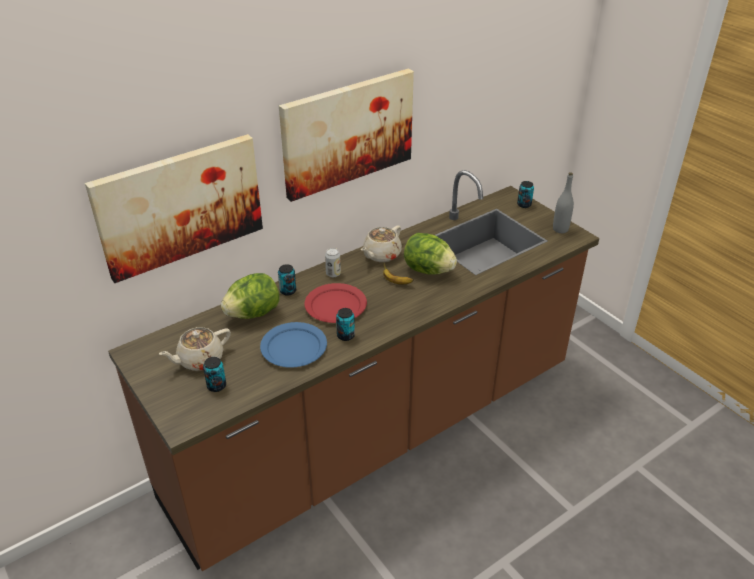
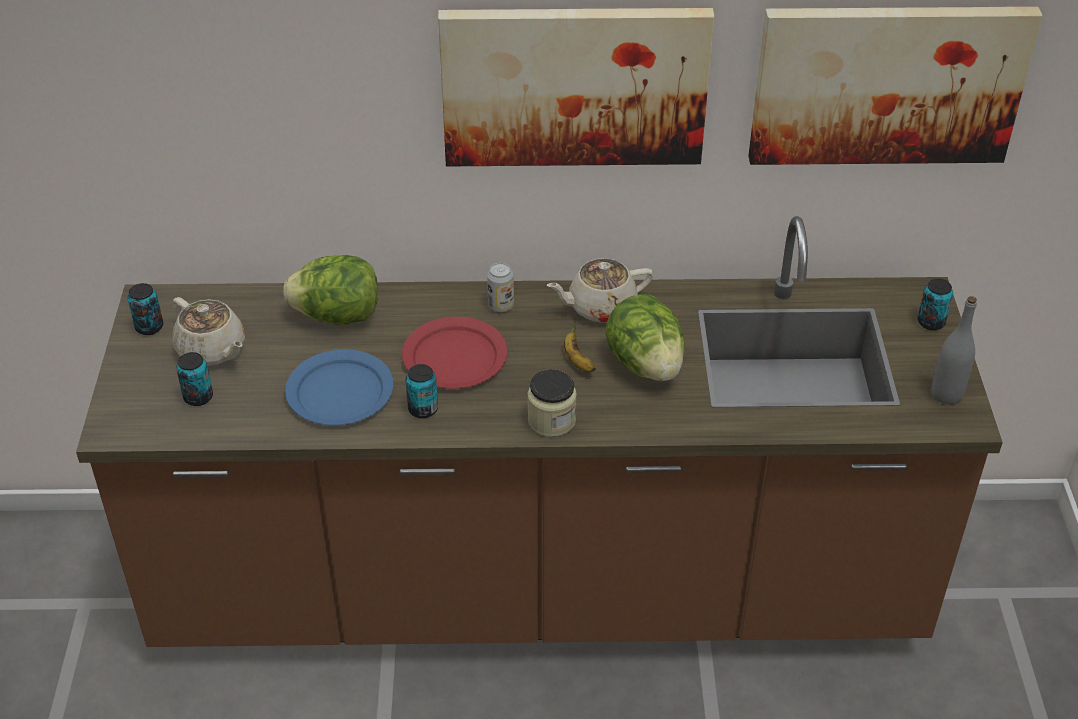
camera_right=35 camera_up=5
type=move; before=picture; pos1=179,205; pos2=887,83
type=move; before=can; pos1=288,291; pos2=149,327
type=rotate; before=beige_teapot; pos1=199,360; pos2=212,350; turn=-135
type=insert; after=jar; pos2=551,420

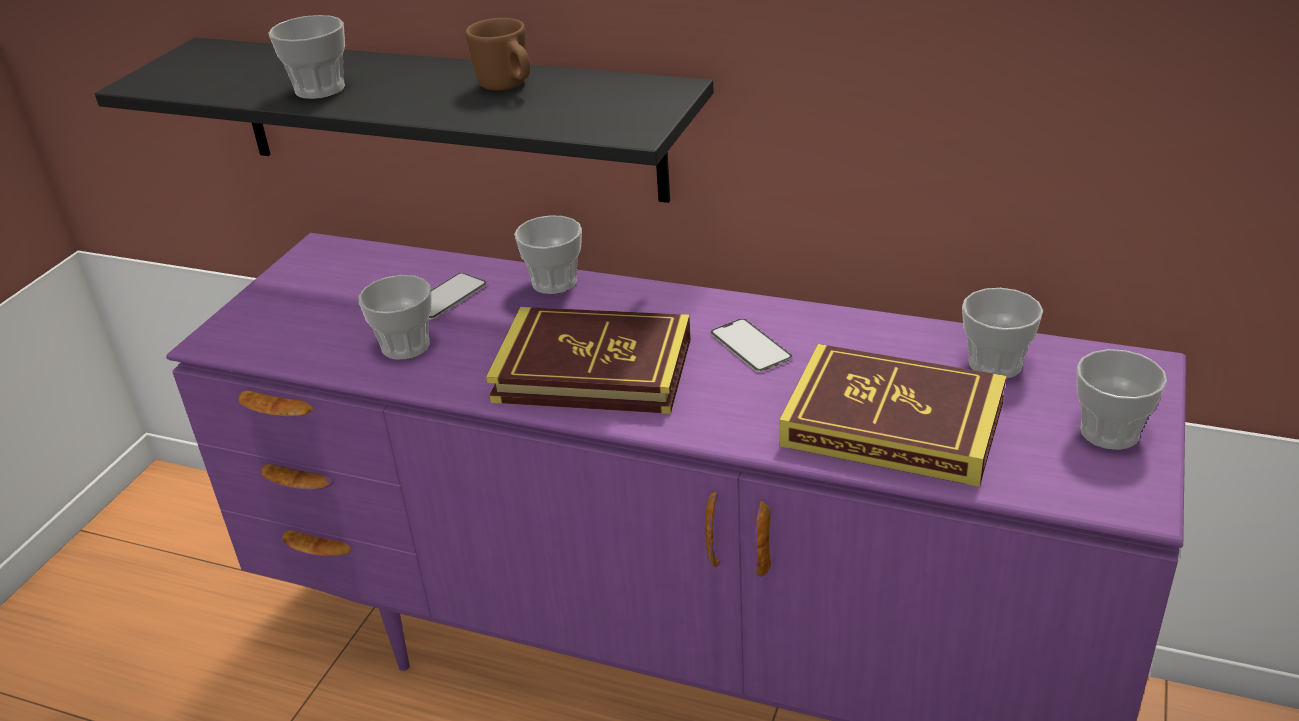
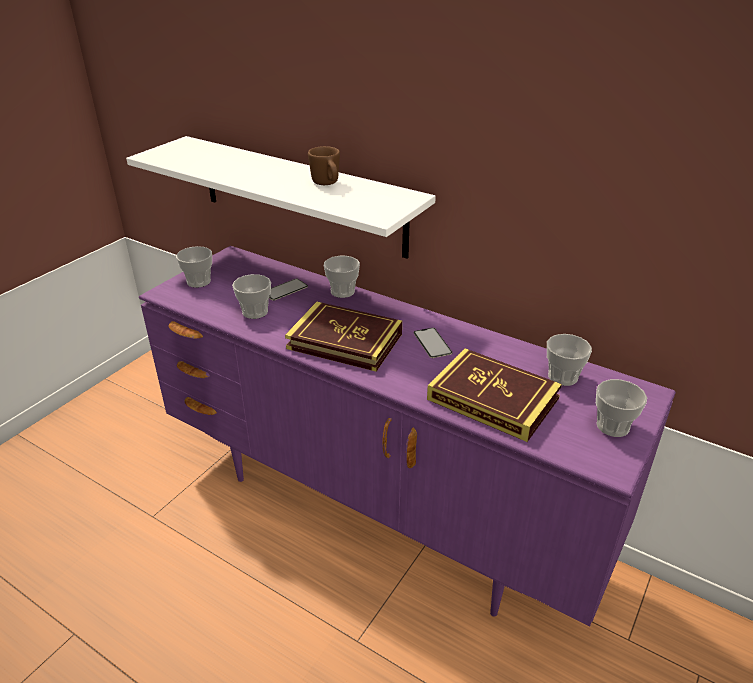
camera_right=10 camera_up=0
type=move; before=cup; pos1=320,89; pos2=198,281
type=recolor; before=black_shelf; after=white_shelf; pos1=444,117; pos2=300,195

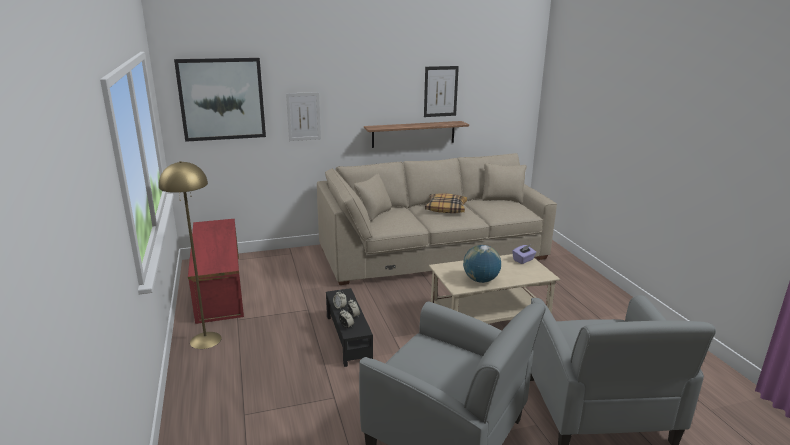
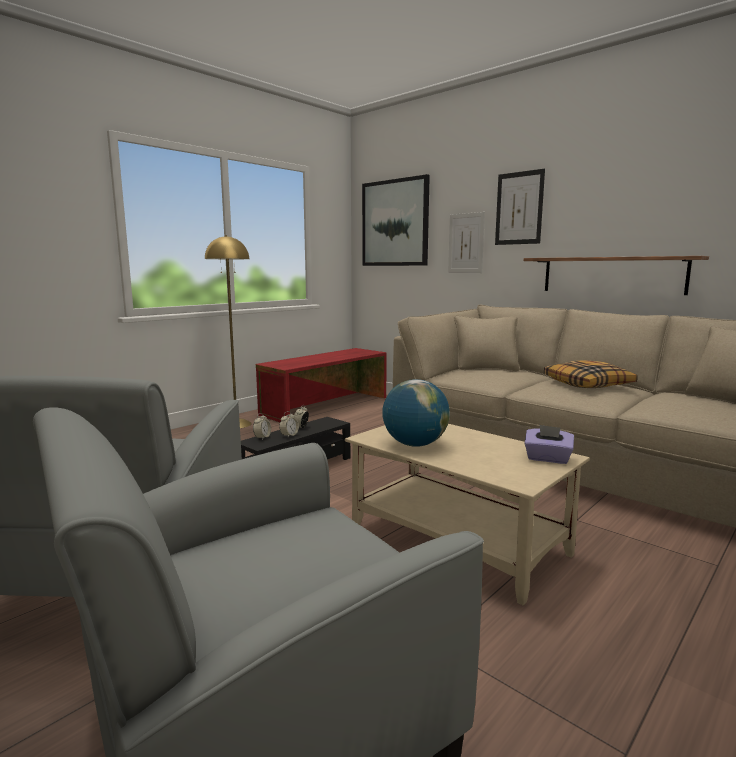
camera_right=60 camera_up=-10
type=move; before=picture; pos1=440,91; pos2=519,208

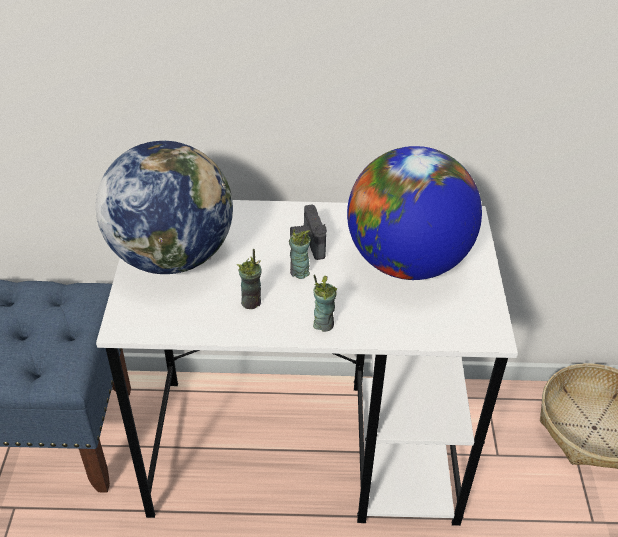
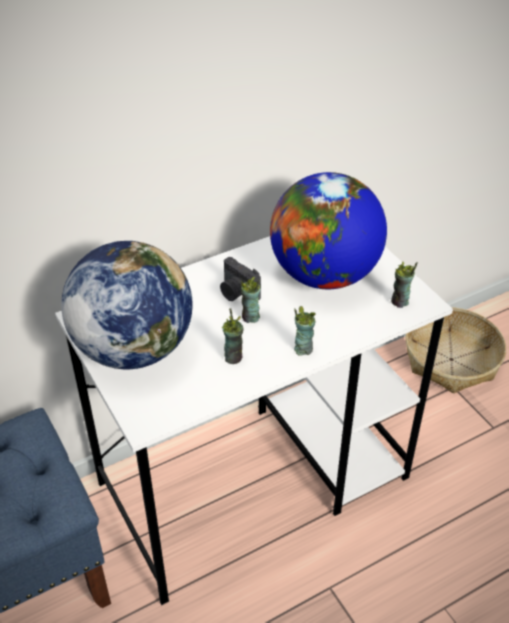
camera_right=-30 camera_up=0
type=insert; after=cup; pos2=400,302

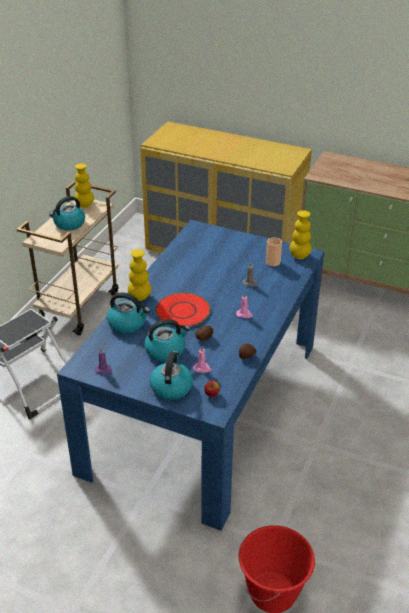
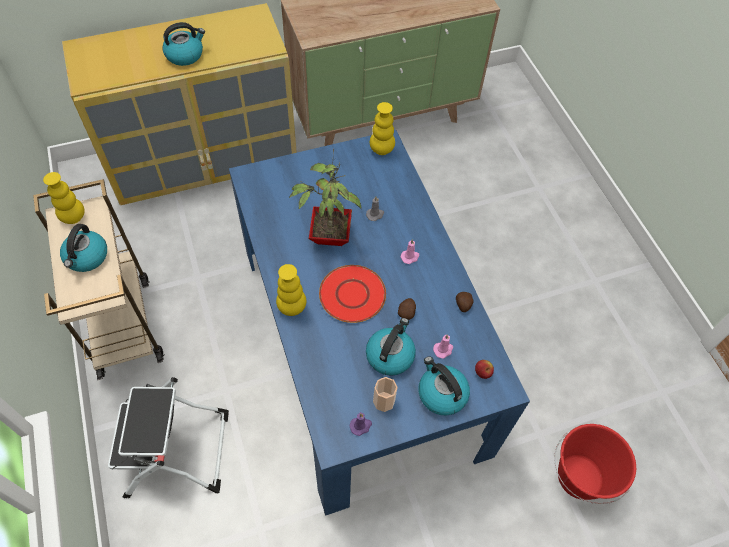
camera_right=-45 camera_up=20
type=move; before=cup; pos1=273,262; pos2=384,401
type=move; before=kettle; pos1=128,323; pos2=185,55
type=insert; after=potted_plant; pos2=328,236

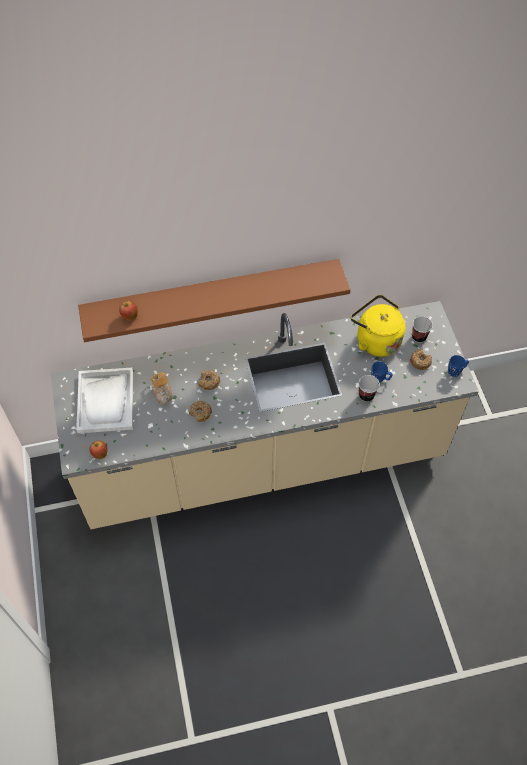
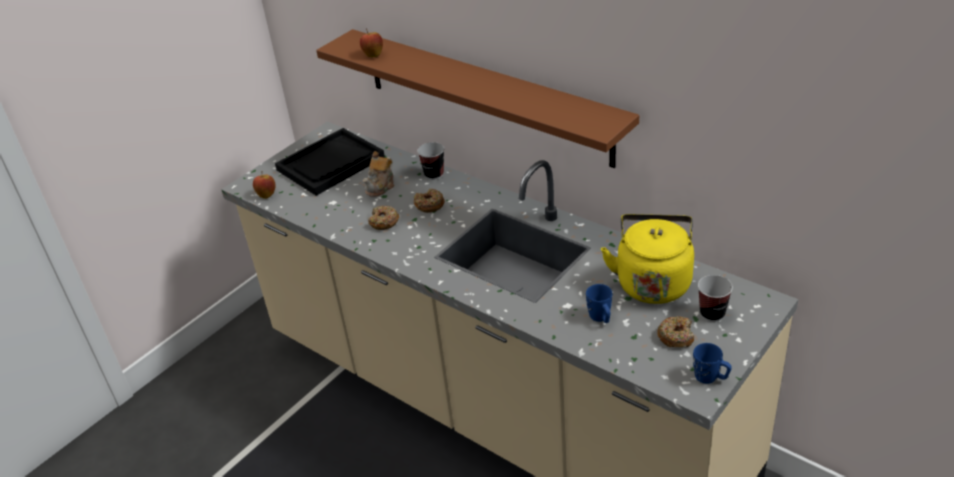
camera_right=55 camera_up=-20
type=recolor; before=white_tray; after=black_tray; pos1=106,401; pos2=330,164
type=move; before=cup; pos1=366,395; pos2=434,174

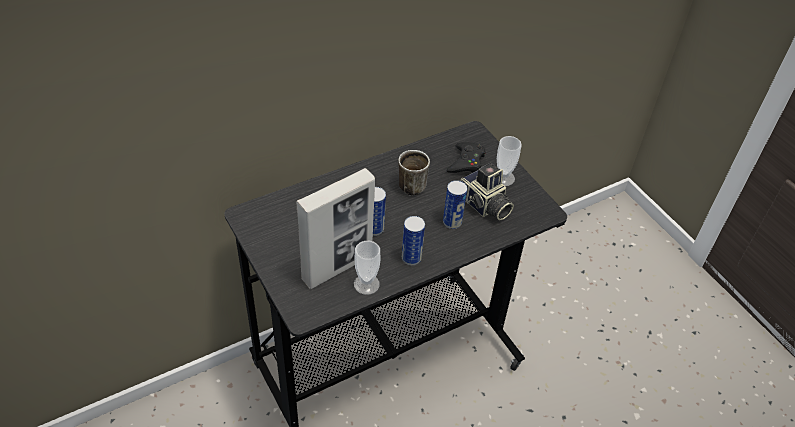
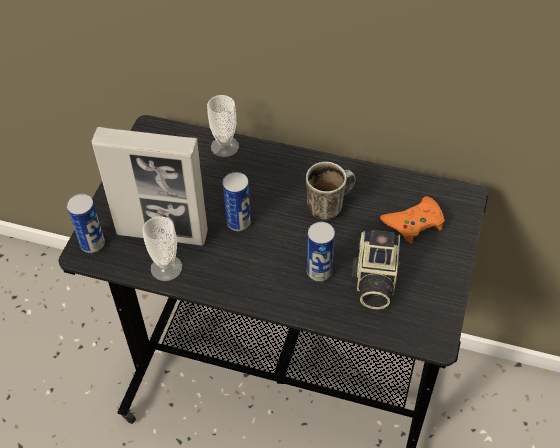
camera_right=50 camera_up=5
type=move; before=cup; pos1=503,178; pos2=224,146
type=recolor; before=black_game_controller; after=orange_game_controller; pos1=466,162; pos2=414,223
type=move; before=can; pos1=411,258; pos2=92,244

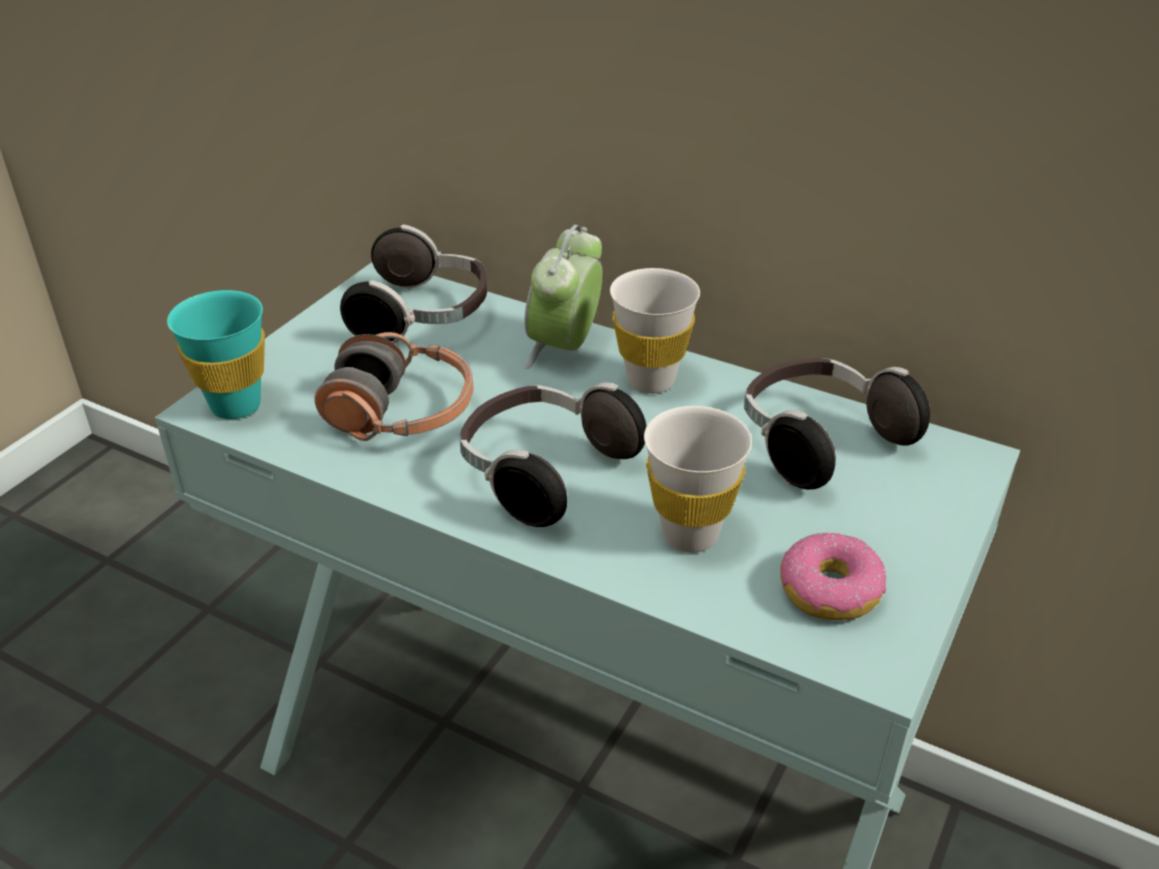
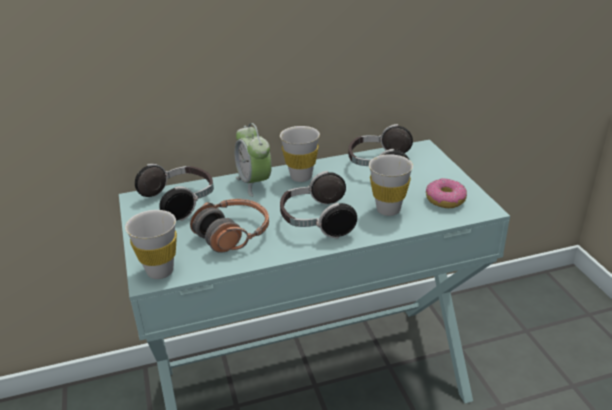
camera_right=-45 camera_up=-5
type=recolor; before=turquoise_cup; after=white_cup; pos1=236,406; pos2=160,271

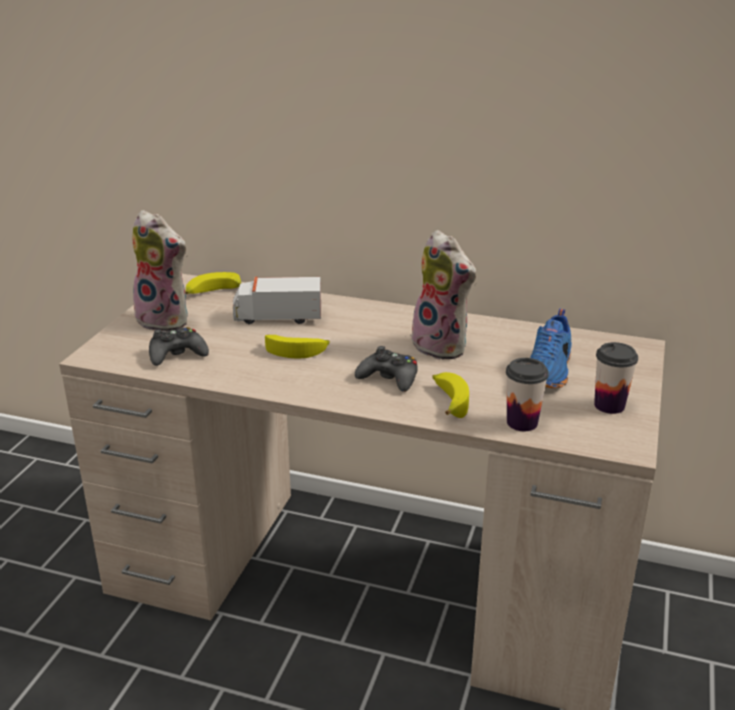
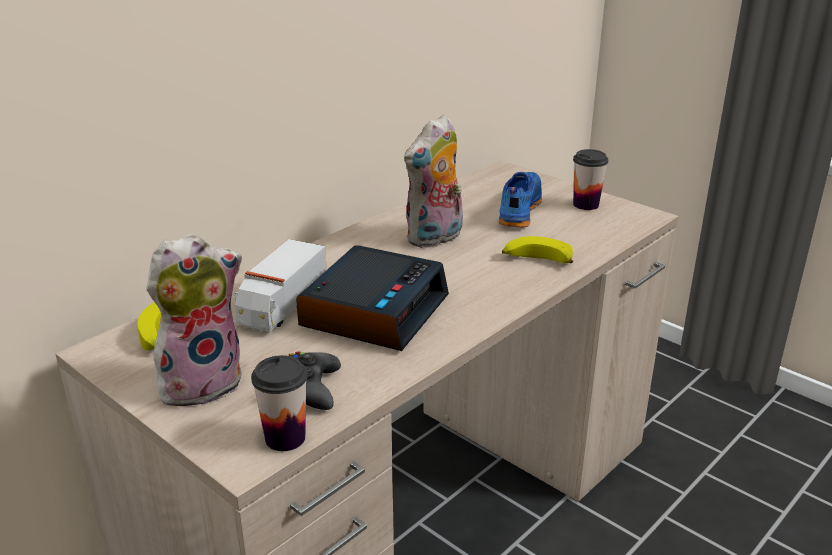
camera_right=-65 camera_up=0
type=rotate; before=plush_toy; pos1=443,346; pos2=435,238; turn=150
type=rotate; before=blue_shoe; pos1=549,371; pos2=518,210; turn=-120
type=replace; before=banana; after=alarm_clock; pos1=297,350; pos2=374,311
type=delete; before=black_game_controller; pos1=389,378
type=move; before=cup; pos1=522,422; pos2=285,438

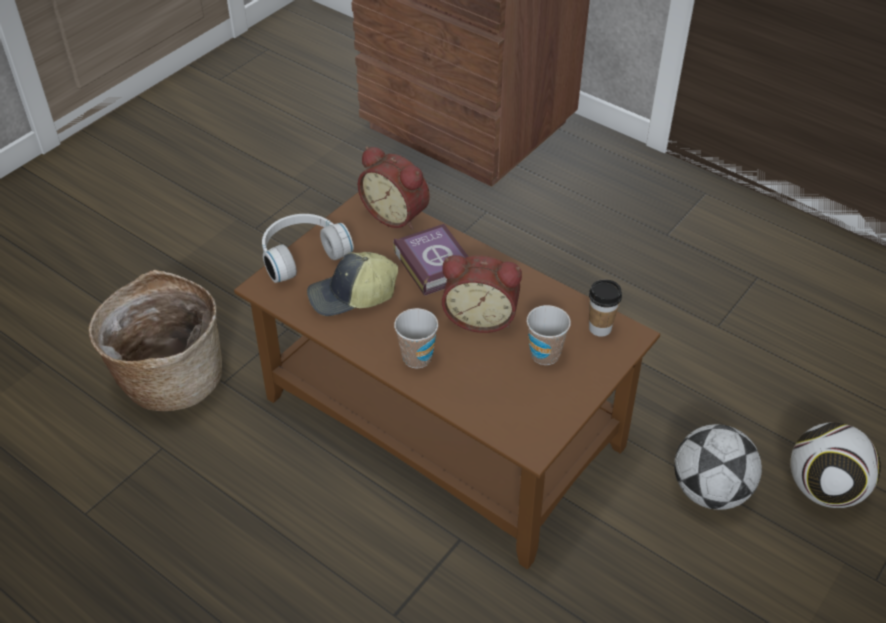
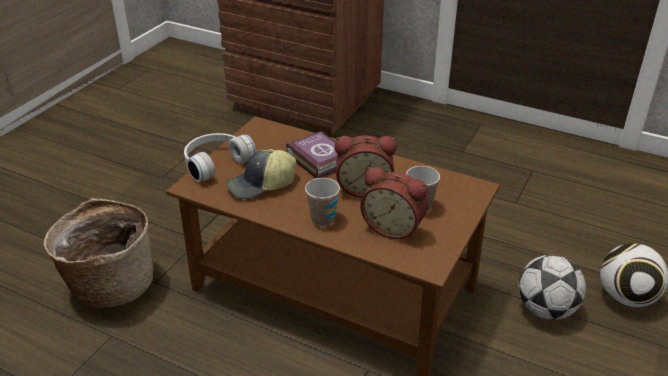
camera_right=-10 camera_up=-10
type=move; before=alarm_clock; pos1=397,214; pos2=394,227
type=delete; before=cup; pos1=600,328

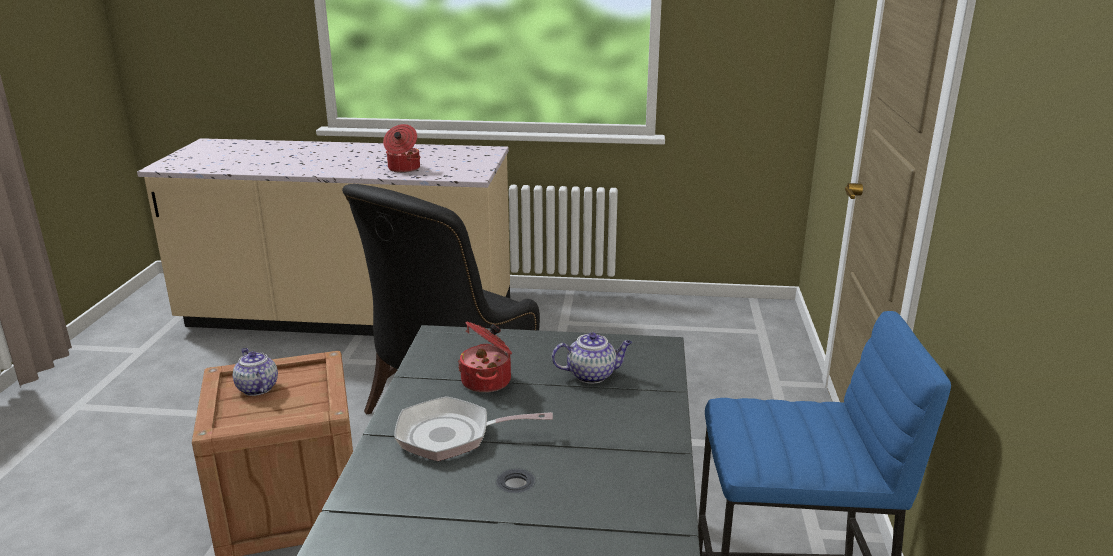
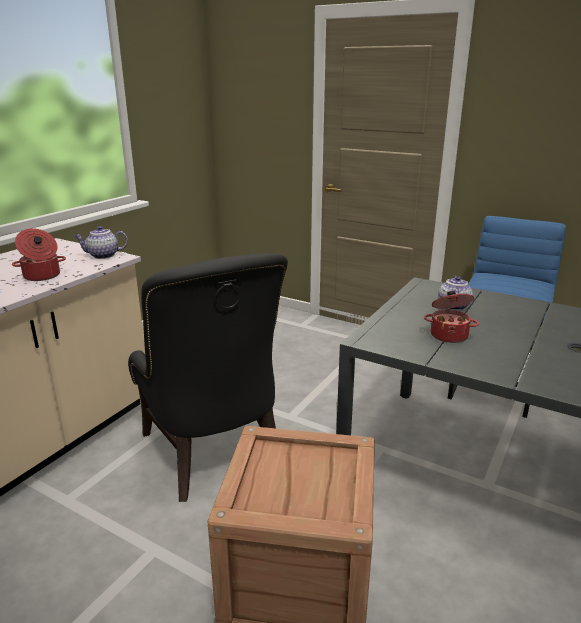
camera_right=-65 camera_up=0
type=move; before=teapot; pos1=256,388; pos2=102,255
type=delete; before=frying_pan; pos1=452,436

